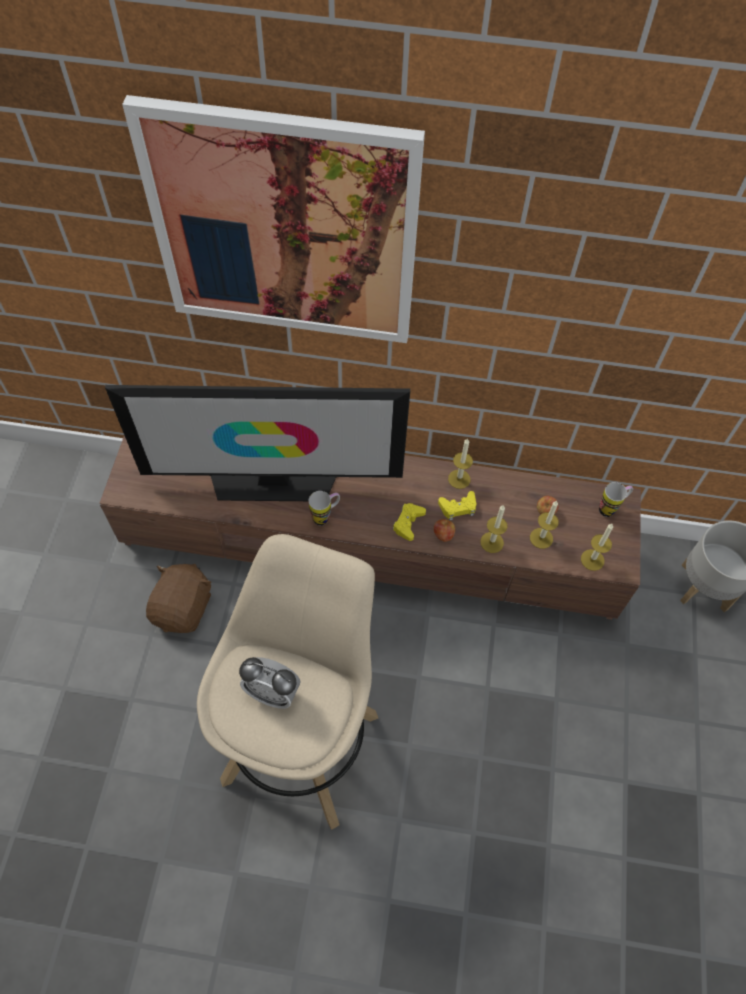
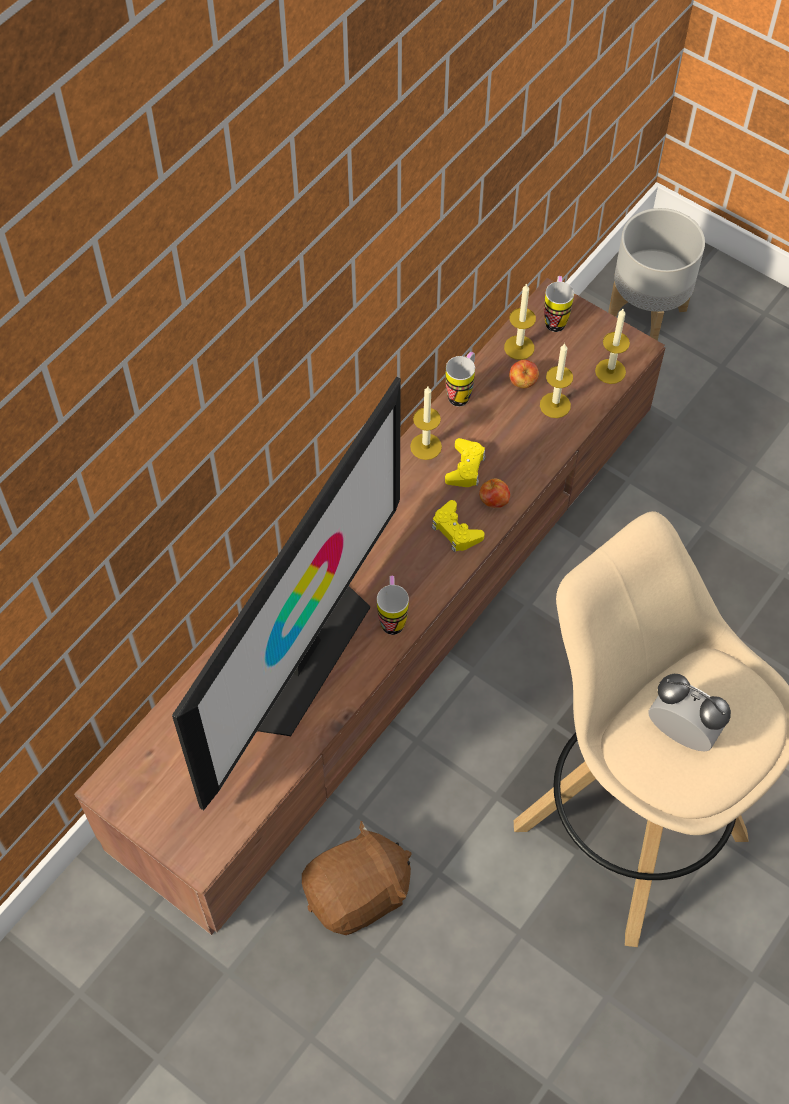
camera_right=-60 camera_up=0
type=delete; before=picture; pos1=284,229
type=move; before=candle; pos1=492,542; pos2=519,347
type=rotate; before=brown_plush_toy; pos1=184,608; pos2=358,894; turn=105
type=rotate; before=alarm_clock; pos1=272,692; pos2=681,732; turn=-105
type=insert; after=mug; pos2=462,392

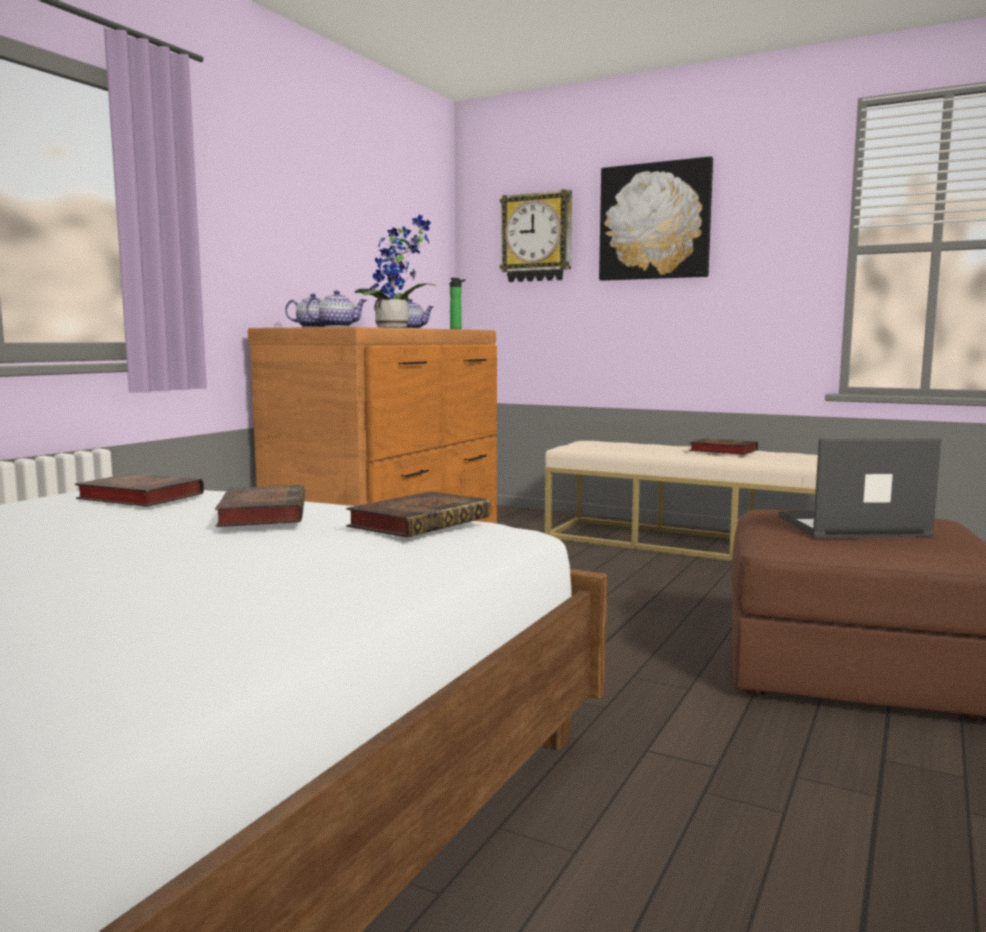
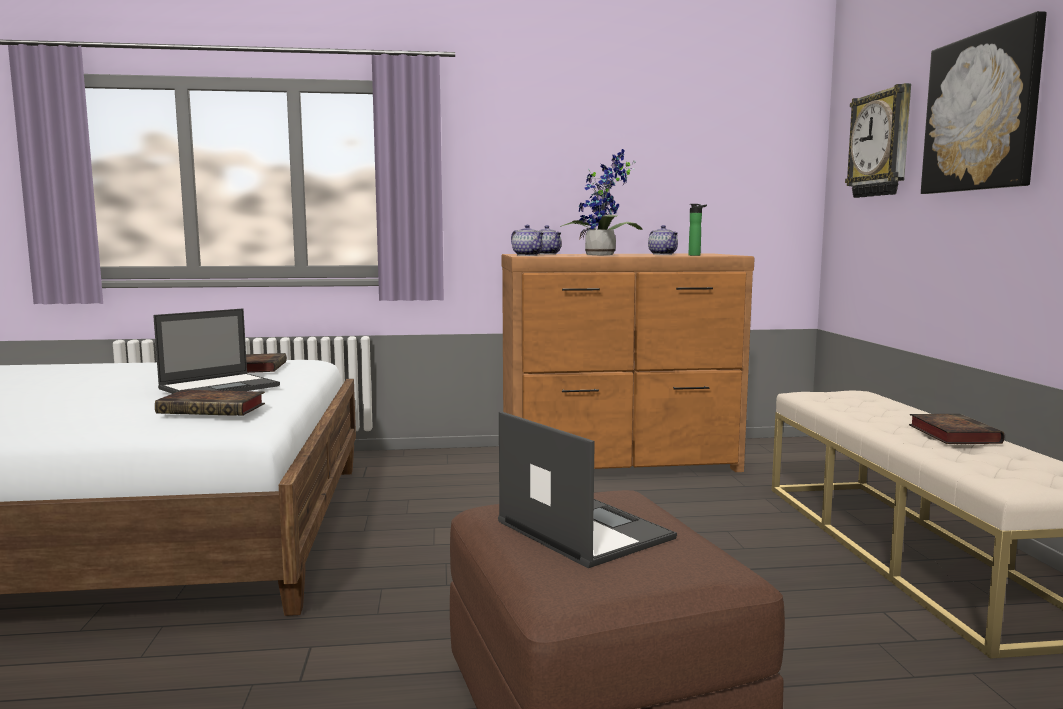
camera_right=55 camera_up=0
type=replace; before=book; after=laptop; pos1=262,513; pos2=221,387

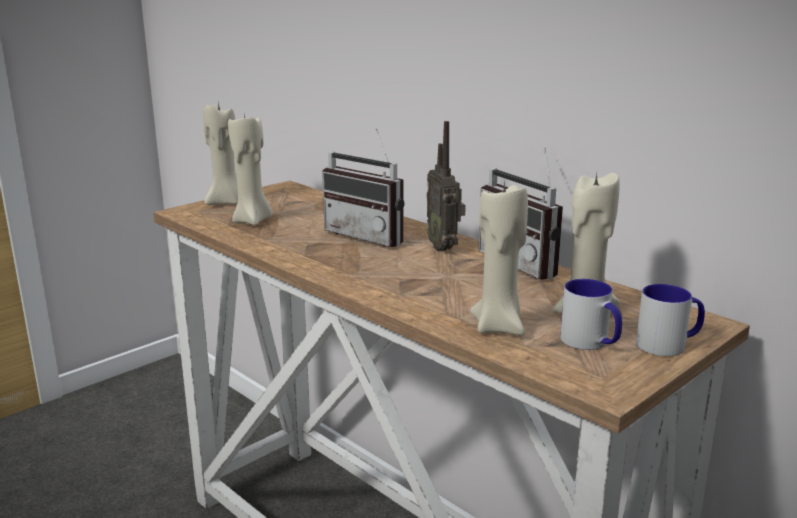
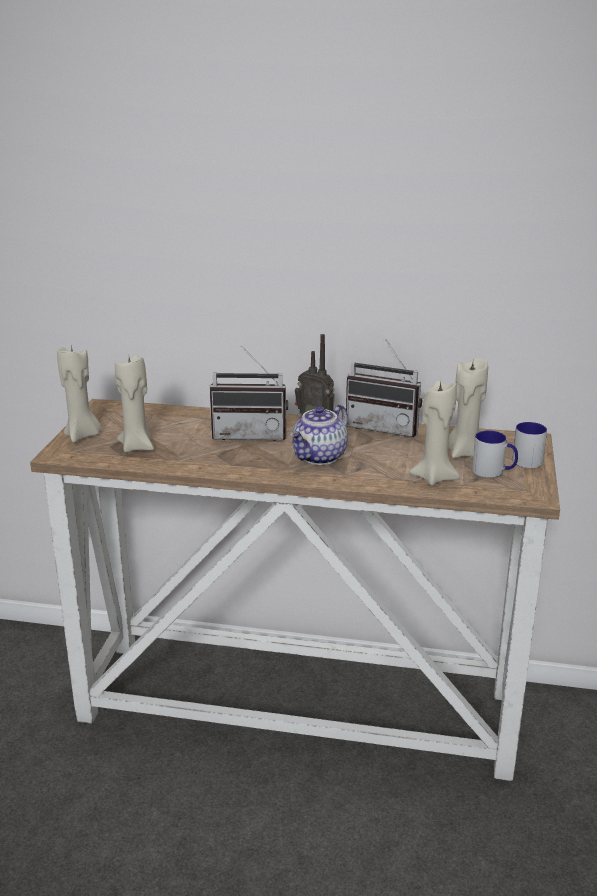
camera_right=-35 camera_up=5
type=insert; after=teapot; pos2=320,457

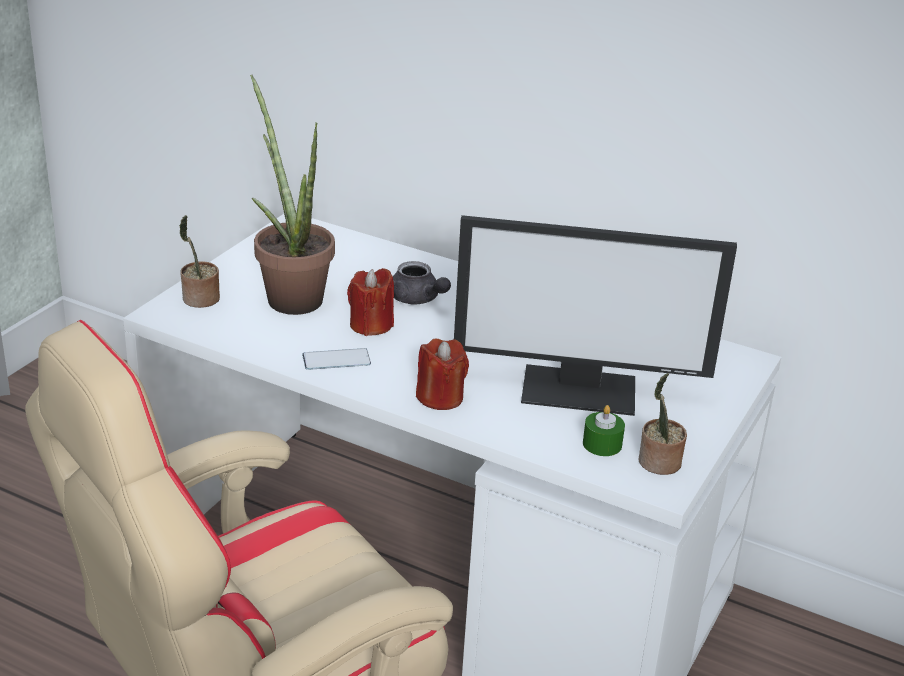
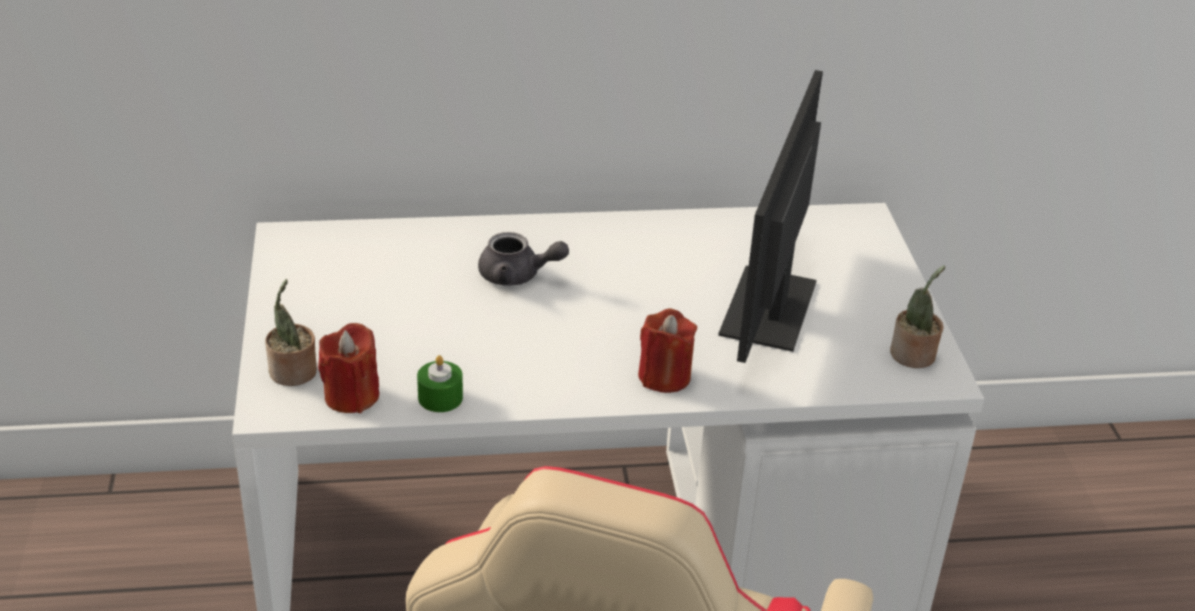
camera_right=-35 camera_up=5
type=delete; before=potted_plant; pos1=290,295
type=rotate; before=monitor; pos1=580,389; pos2=771,309; turn=135
type=move; before=red_candle; pos1=371,325; pos2=351,396
type=delete; before=phone; pos1=336,360
type=move; before=green_candle; pos1=602,444; pos2=440,397

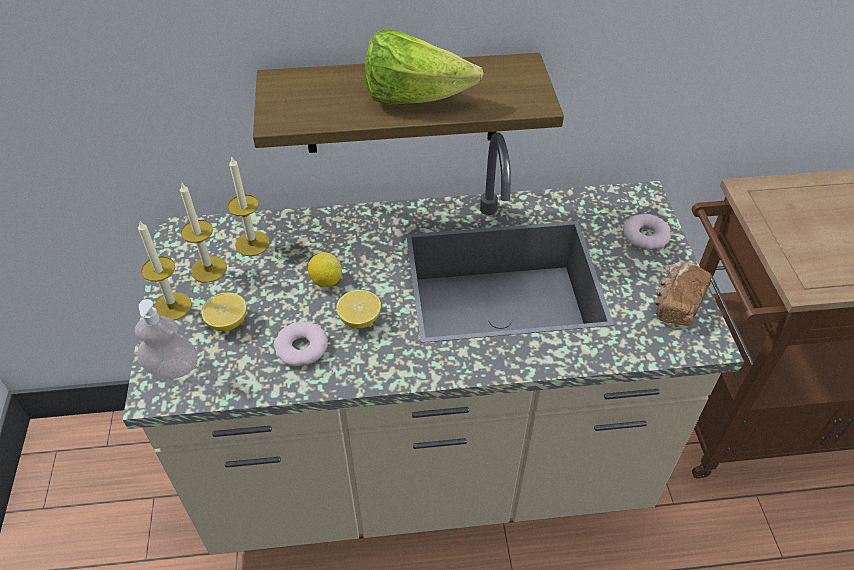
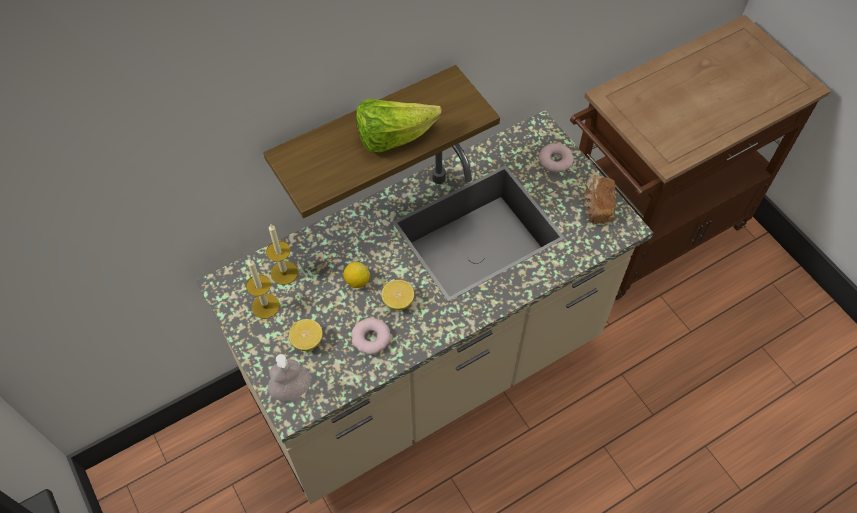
camera_right=-25 camera_up=10
type=delete; before=candle; pos1=172,306

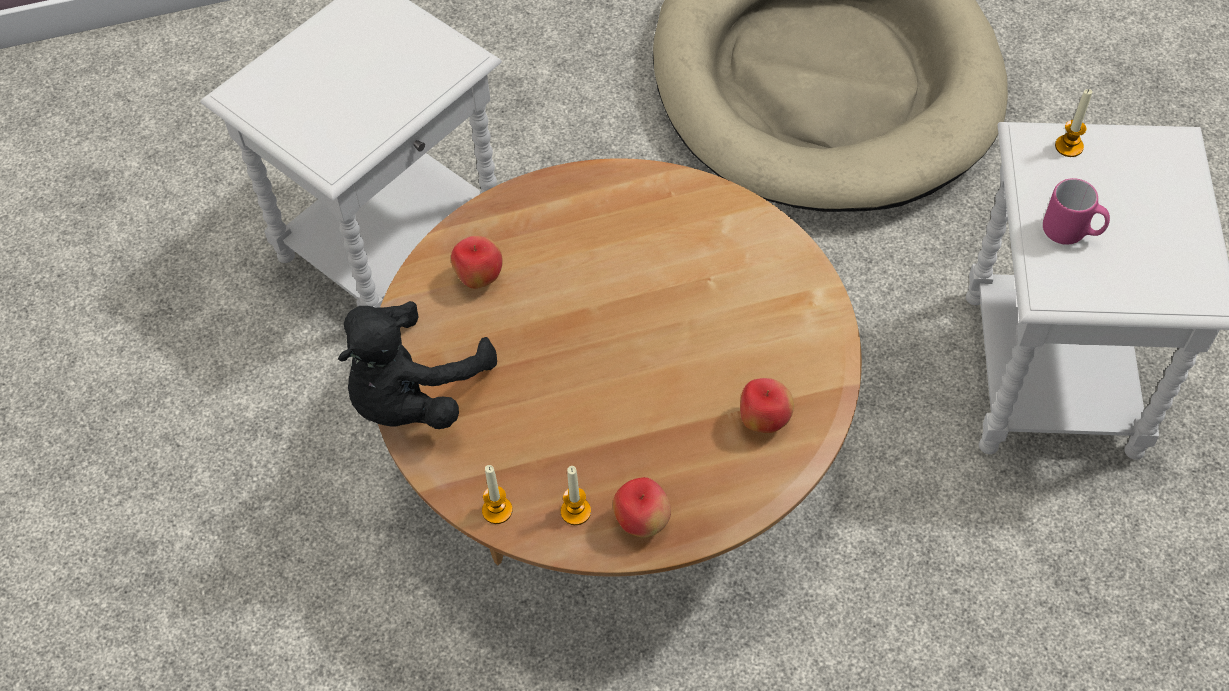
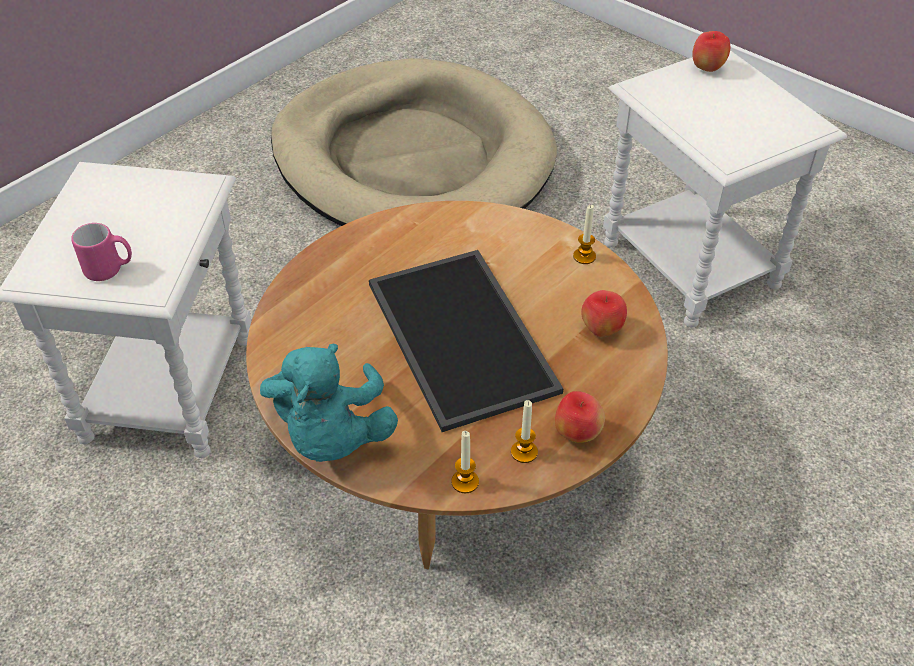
camera_right=-35 camera_up=-10
type=move; before=candle; pos1=1069,146; pos2=584,256
type=move; before=pink_mug; pos1=1071,232; pos2=110,270
type=move; before=apple; pos1=479,278; pos2=707,68
type=recolor; before=black_plush_toy; after=turquoise_plush_toy; pos1=413,395; pos2=331,436
type=insert; after=tray; pos2=457,336

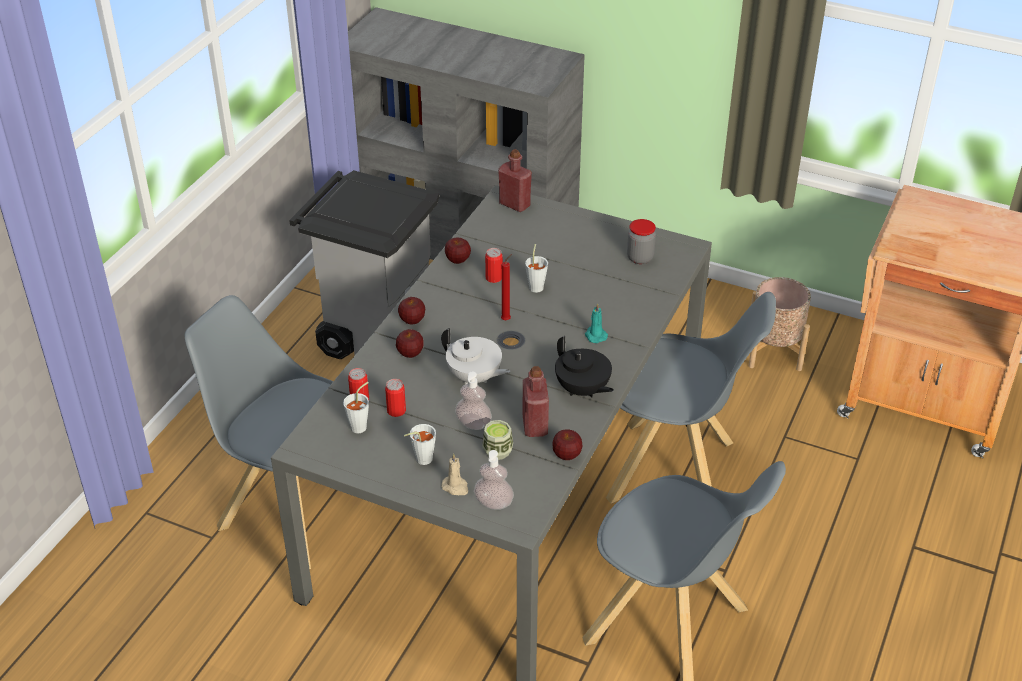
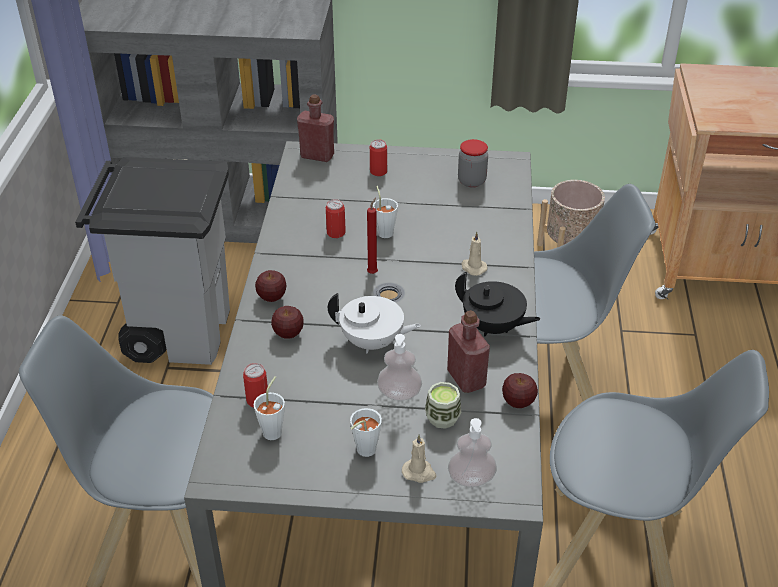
camera_right=-20 camera_up=0
type=delete; before=apple; pos1=457,260
type=recolor; before=turquoise_candle; after=beige_candle; pos1=595,335; pos2=473,267
type=move; before=can; pos1=396,411; pos2=378,171

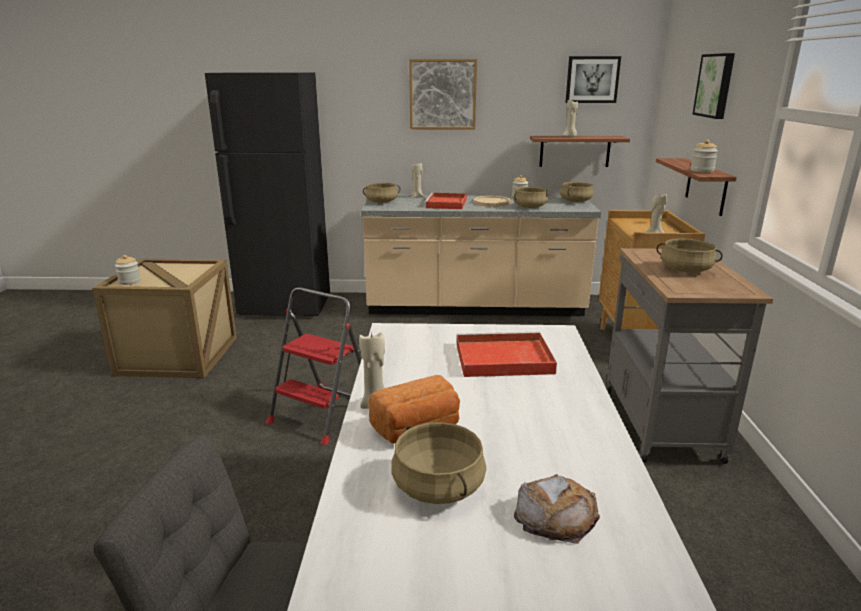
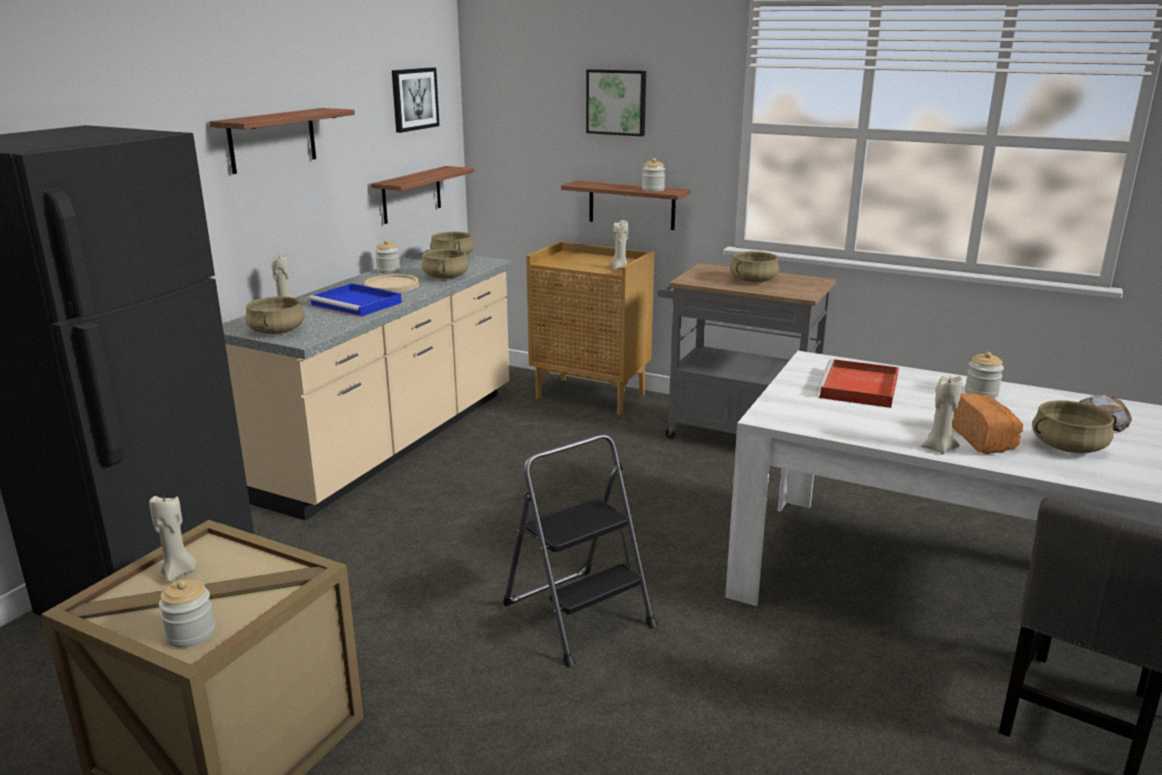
camera_right=-65 camera_up=0
type=replace; before=picture; after=shelf; pos1=442,94; pos2=272,140
type=move; before=beige_candle; pos1=570,137; pos2=179,573
type=recolor; before=red_tray; after=blue_tray; pos1=446,204; pos2=358,304
type=recolor; before=red_step_ladder; after=black_step_ladder; pos1=325,411; pos2=575,611
type=insert; after=jar; pos2=981,393

